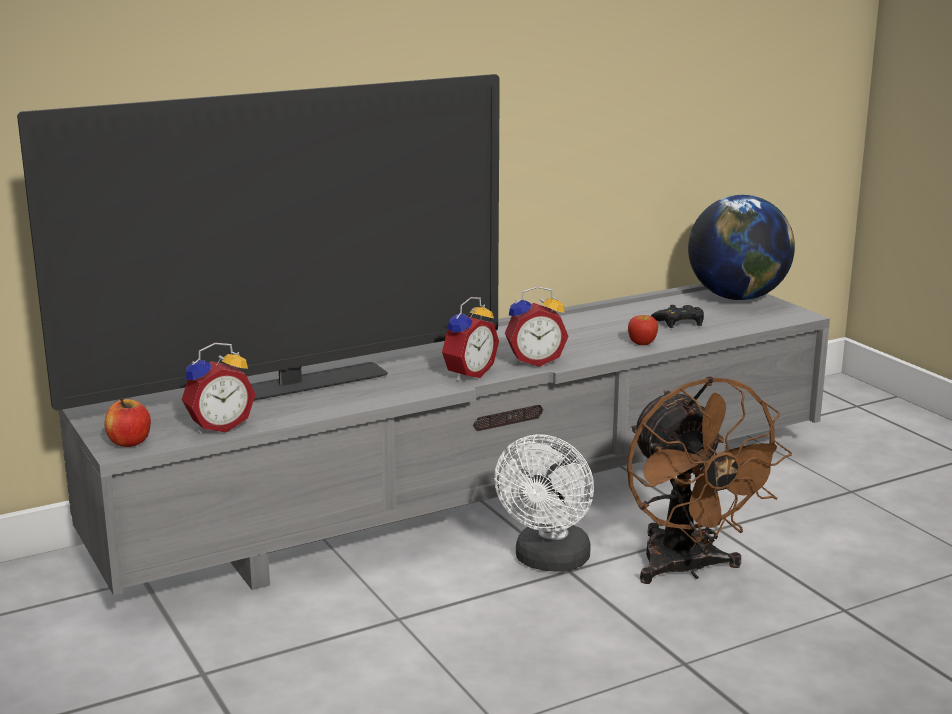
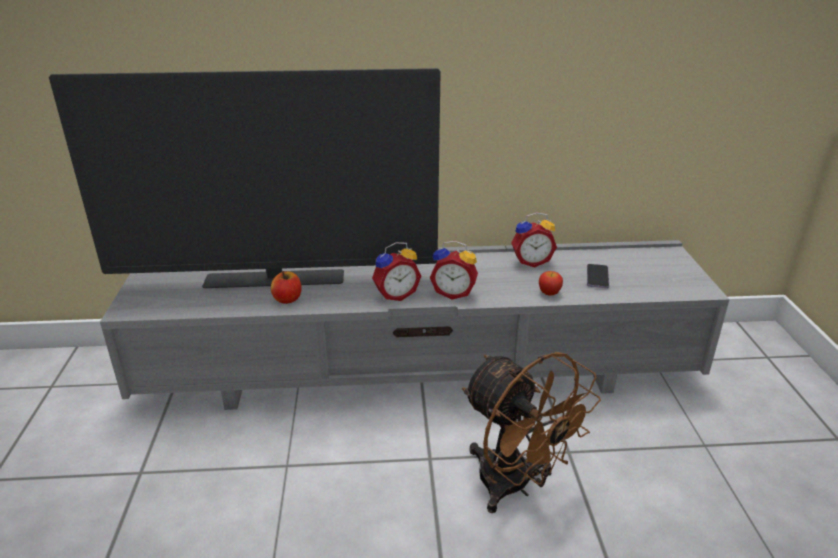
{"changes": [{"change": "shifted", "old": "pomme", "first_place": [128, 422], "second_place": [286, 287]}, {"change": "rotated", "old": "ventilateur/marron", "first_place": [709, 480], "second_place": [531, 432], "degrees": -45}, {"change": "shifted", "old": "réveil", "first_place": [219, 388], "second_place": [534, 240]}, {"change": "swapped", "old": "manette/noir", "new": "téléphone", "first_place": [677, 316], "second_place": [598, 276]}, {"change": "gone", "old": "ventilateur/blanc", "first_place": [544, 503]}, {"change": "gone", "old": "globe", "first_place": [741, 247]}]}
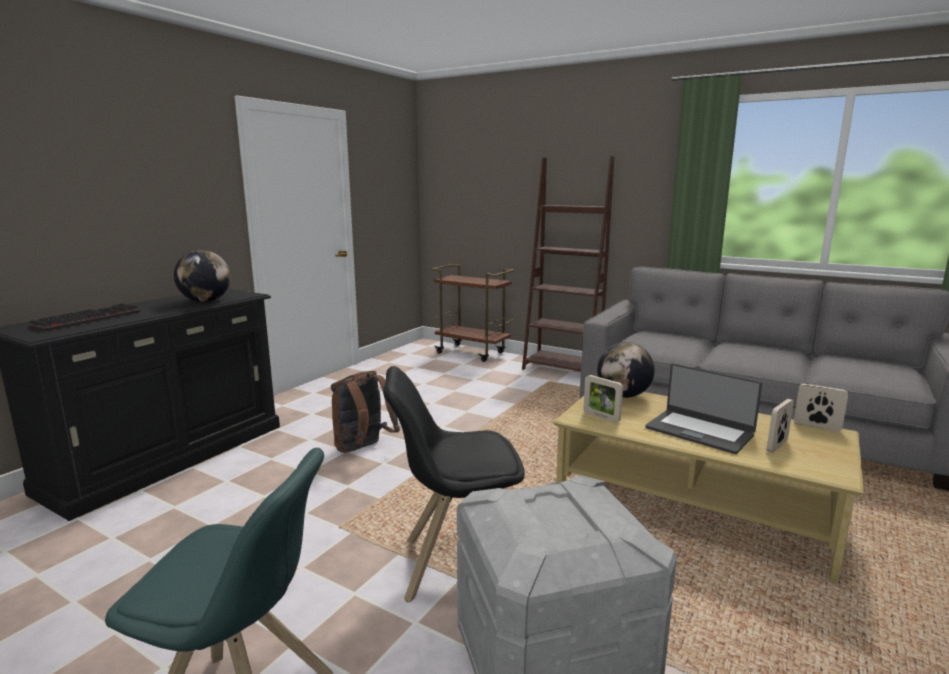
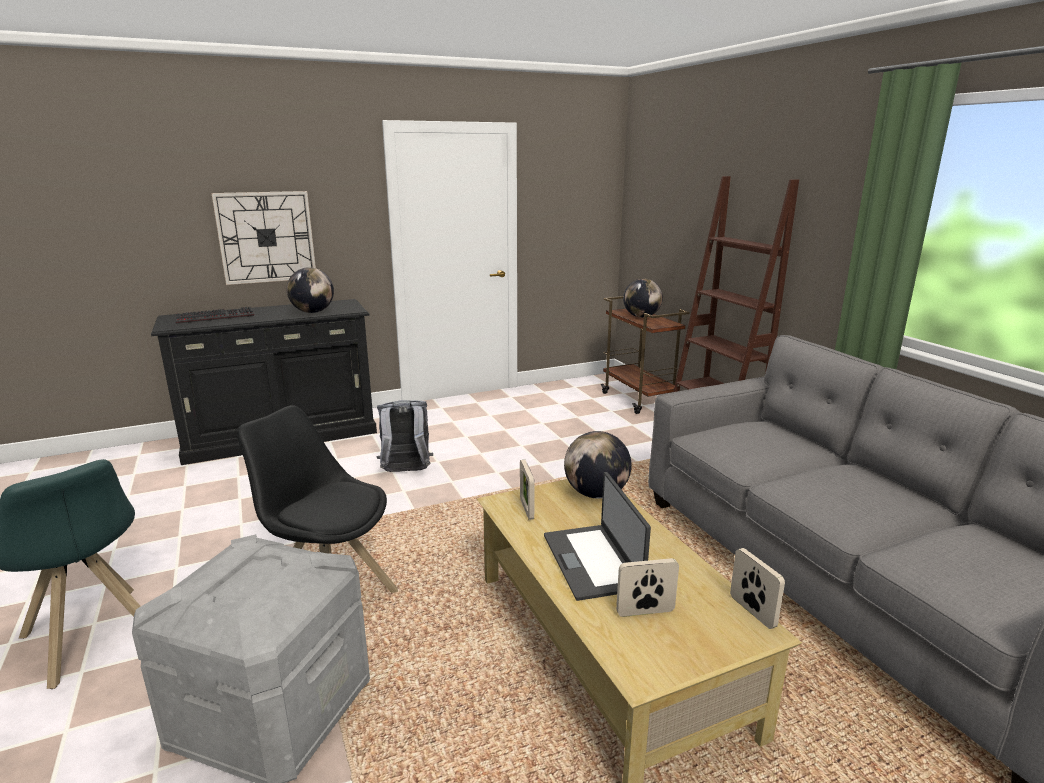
{"changes": [{"change": "new", "new": "horloge murale", "second_place": [264, 238]}, {"change": "repainted", "old": "sac à dos/marron", "new": "sac à dos/gris", "first_place": [365, 412], "second_place": [404, 436]}, {"change": "new", "new": "globe", "second_place": [643, 298]}]}
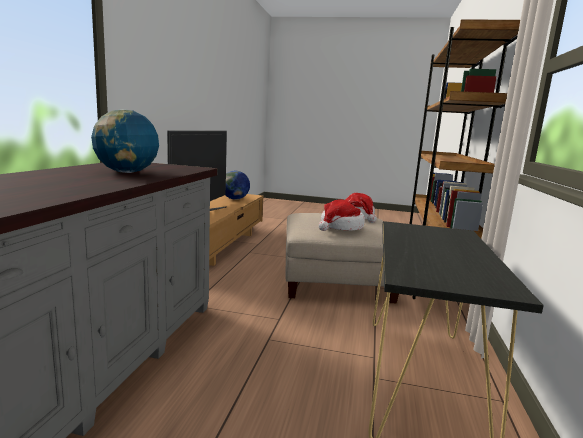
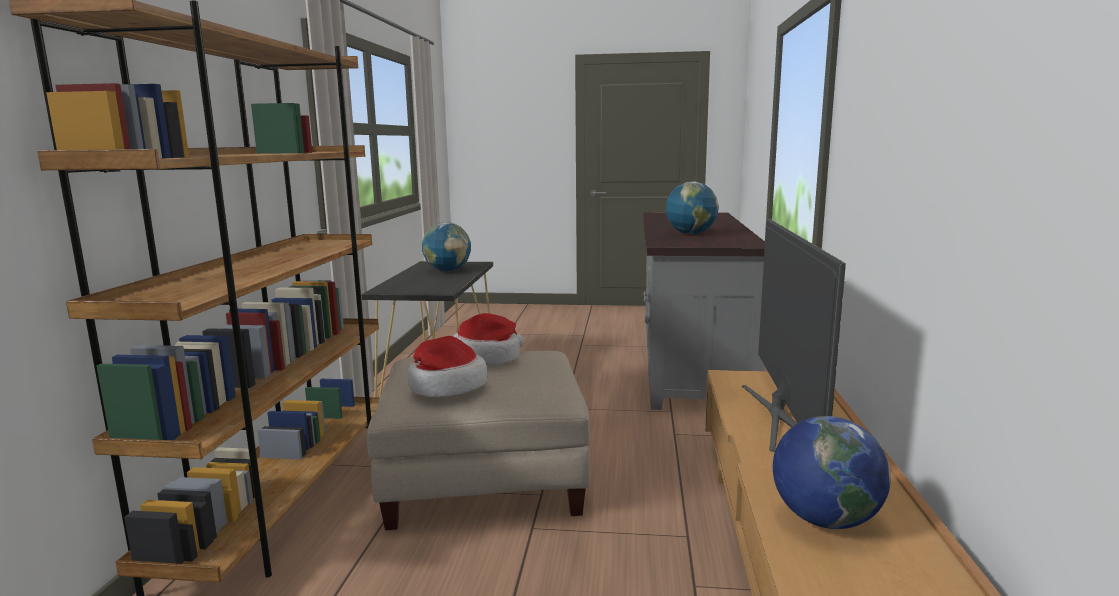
{"changes": [{"change": "new", "new": "globe", "second_place": [446, 246]}]}
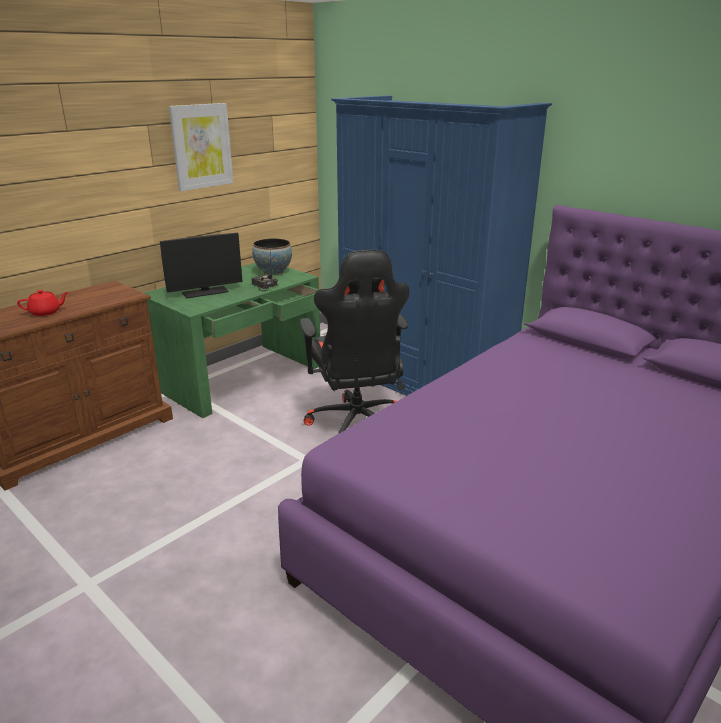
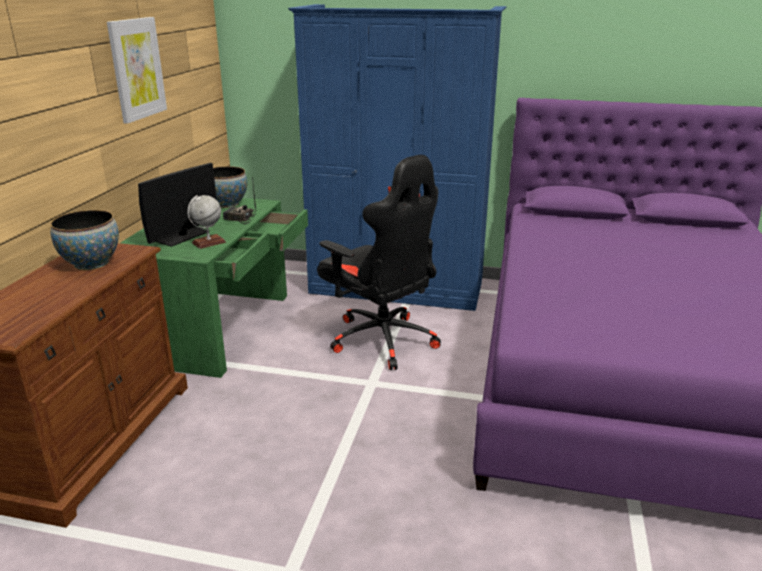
{"changes": [{"change": "new", "new": "bol", "second_place": [84, 240]}, {"change": "new", "new": "globe", "second_place": [206, 222]}, {"change": "gone", "old": "théière/rouge", "first_place": [43, 303]}]}
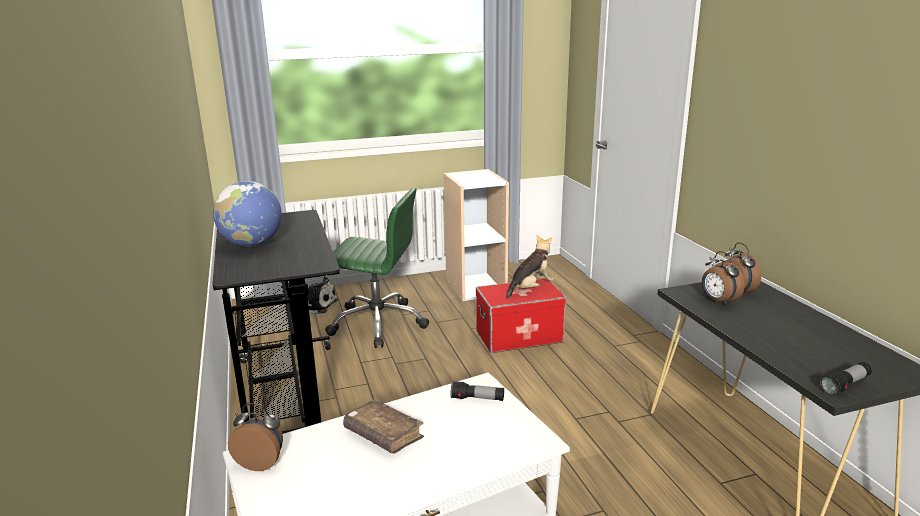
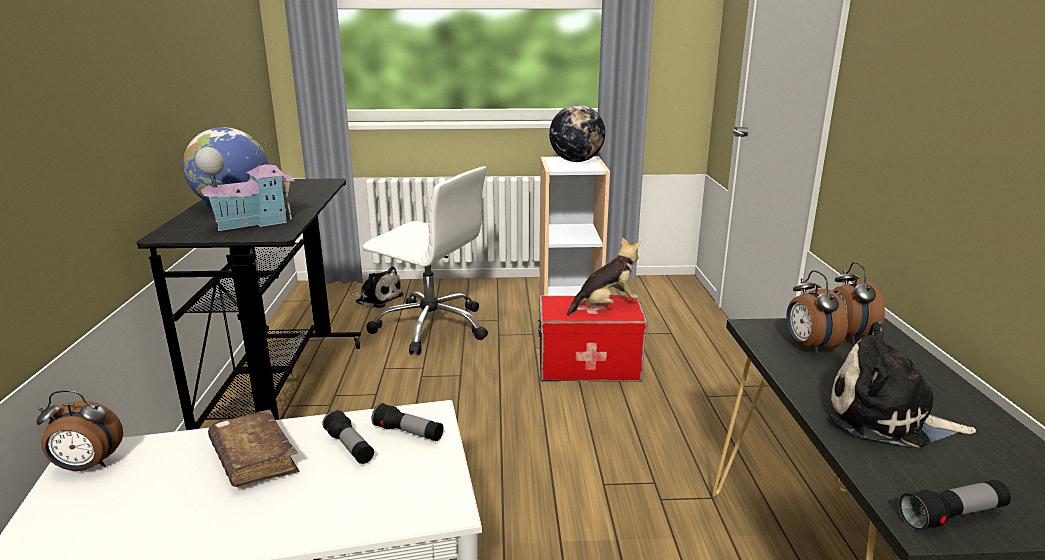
{"changes": [{"change": "rotated", "old": "réveil", "first_place": [255, 437], "second_place": [79, 430], "degrees": 150}, {"change": "new", "new": "maison miniature", "second_place": [245, 184]}, {"change": "new", "new": "lampe de poche", "second_place": [348, 437]}, {"change": "repainted", "old": "chaise de bureau/vert", "new": "chaise de bureau/blanc", "first_place": [377, 268], "second_place": [425, 260]}, {"change": "new", "new": "globe", "second_place": [577, 133]}, {"change": "new", "new": "peluche", "second_place": [903, 385]}]}
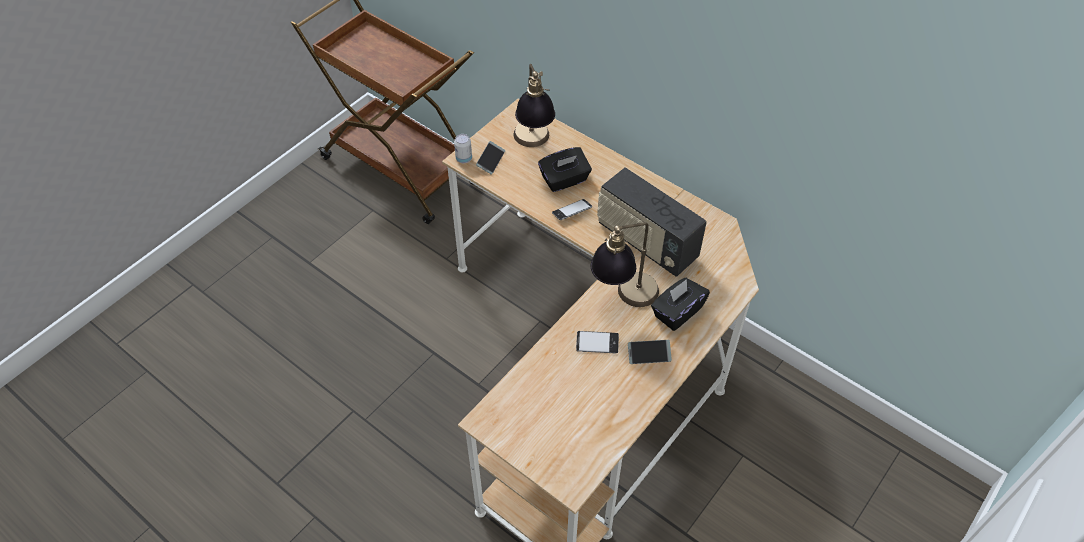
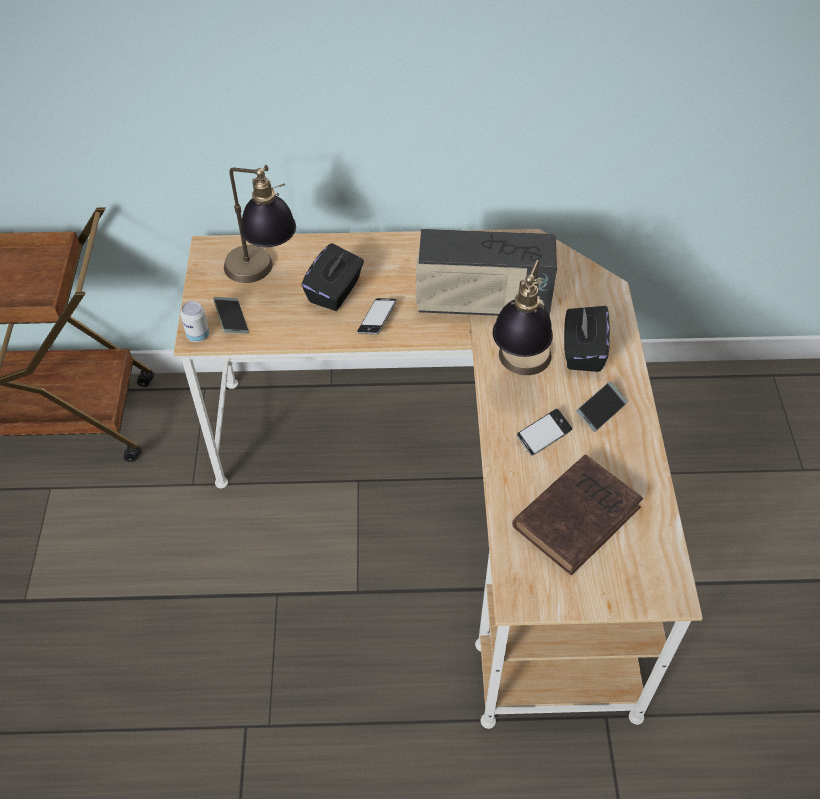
{"changes": [{"change": "new", "new": "livre/marron", "second_place": [577, 515]}]}
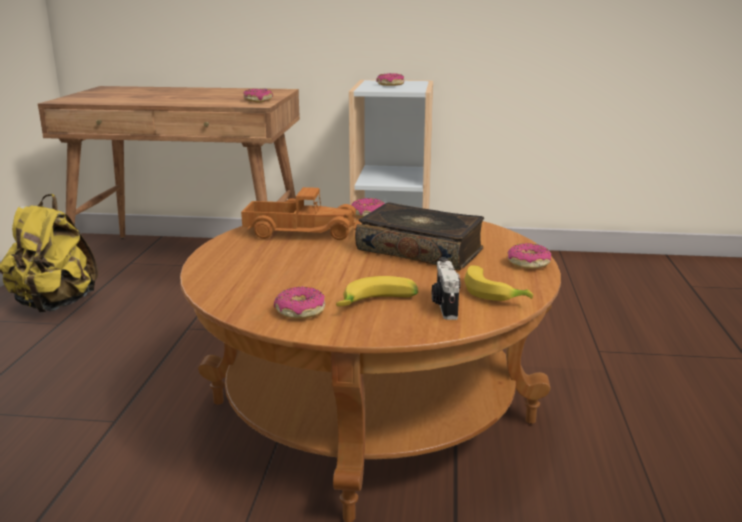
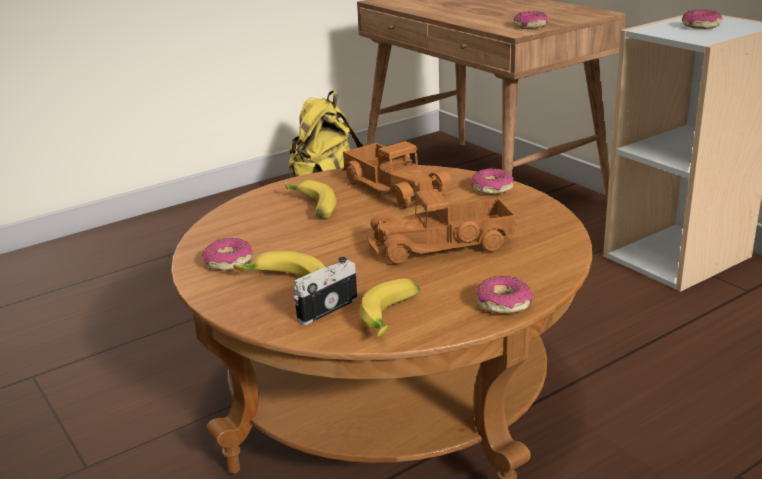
{"changes": [{"change": "new", "new": "banane", "second_place": [311, 199]}, {"change": "swapped", "old": "livre", "new": "camion jouet", "first_place": [419, 236], "second_place": [442, 226]}]}
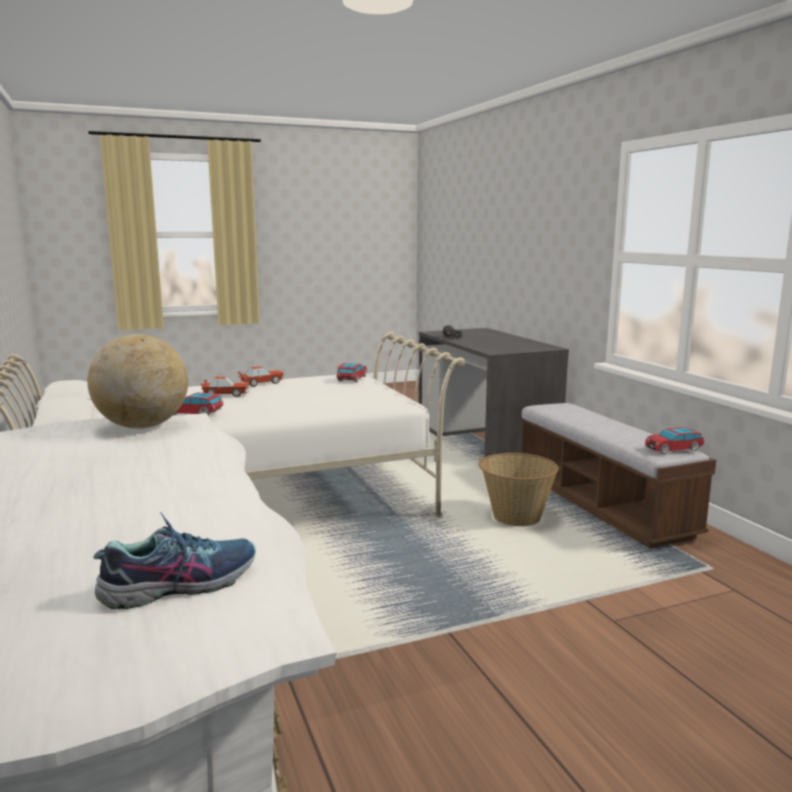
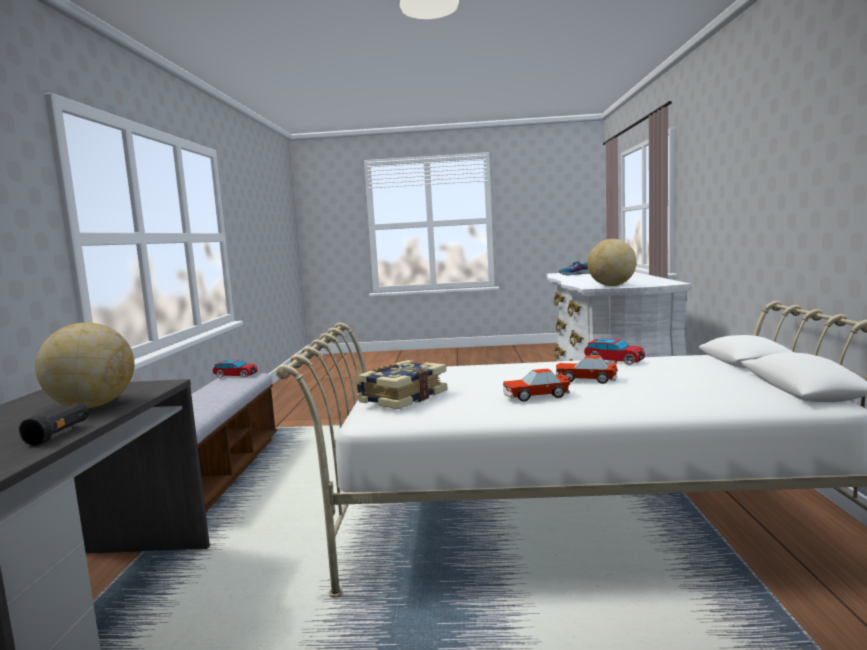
{"changes": [{"change": "new", "new": "globe", "second_place": [85, 365]}, {"change": "swapped", "old": "petite voiture", "new": "livre", "first_place": [352, 372], "second_place": [401, 384]}, {"change": "gone", "old": "panier", "first_place": [518, 489]}]}
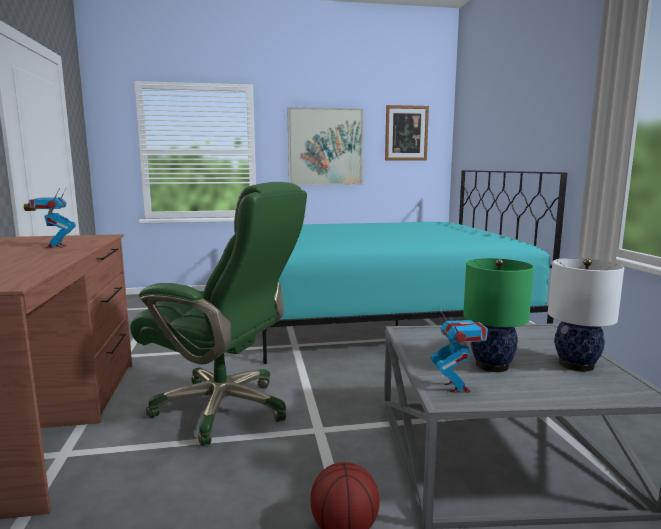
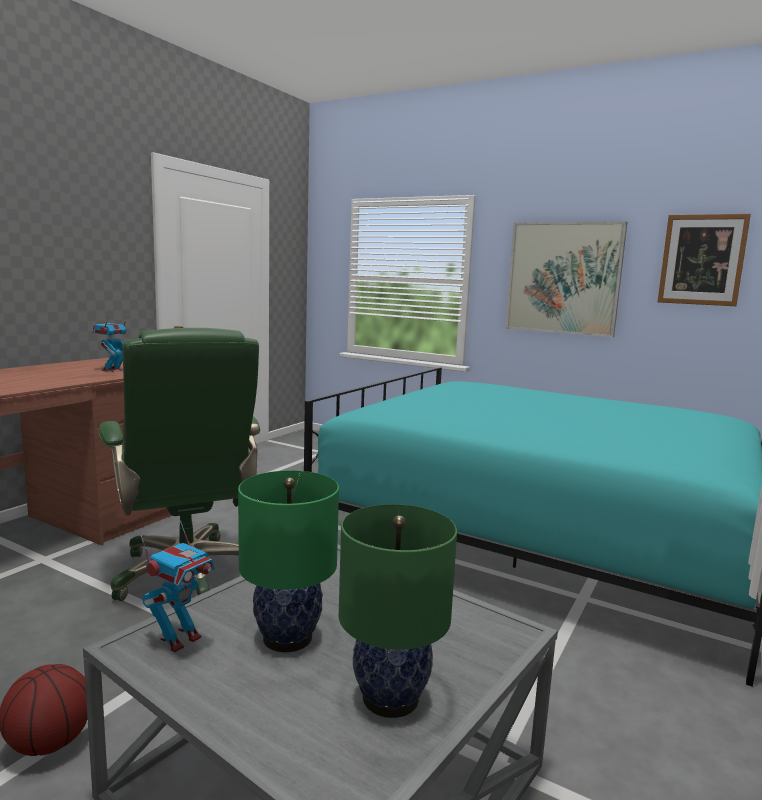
{"changes": [{"change": "repainted", "old": "lampe de table/blanc", "new": "lampe de table/vert", "first_place": [586, 314], "second_place": [398, 611]}]}
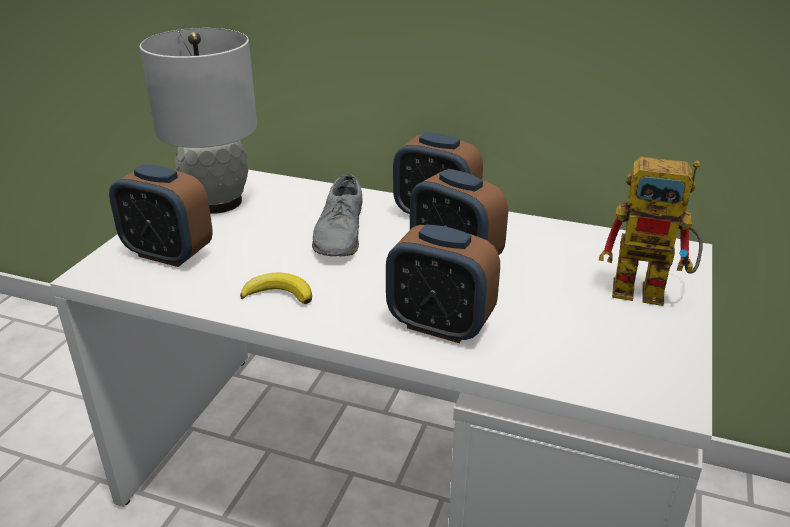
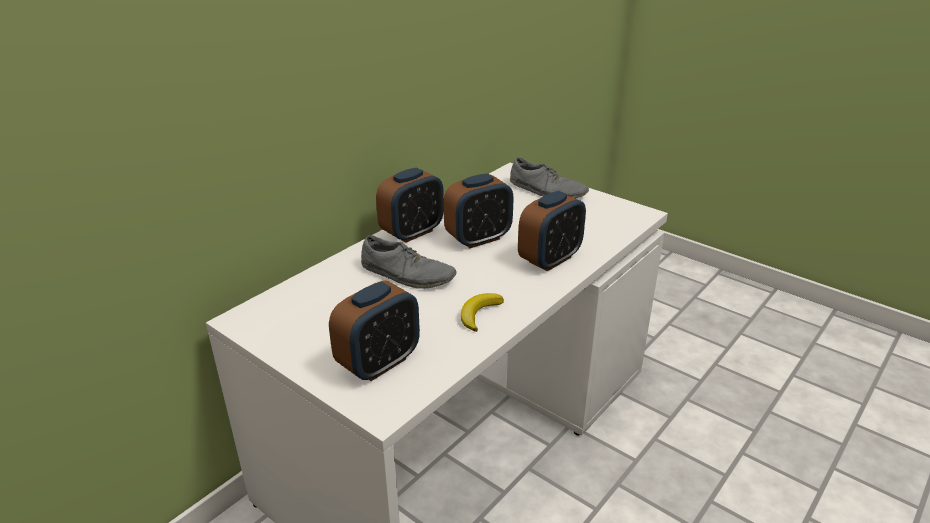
{"changes": [{"change": "swapped", "old": "robot jouet", "new": "chaussure/gris", "first_place": [651, 231], "second_place": [549, 178]}, {"change": "gone", "old": "lampe de table/blanc", "first_place": [198, 121]}]}
